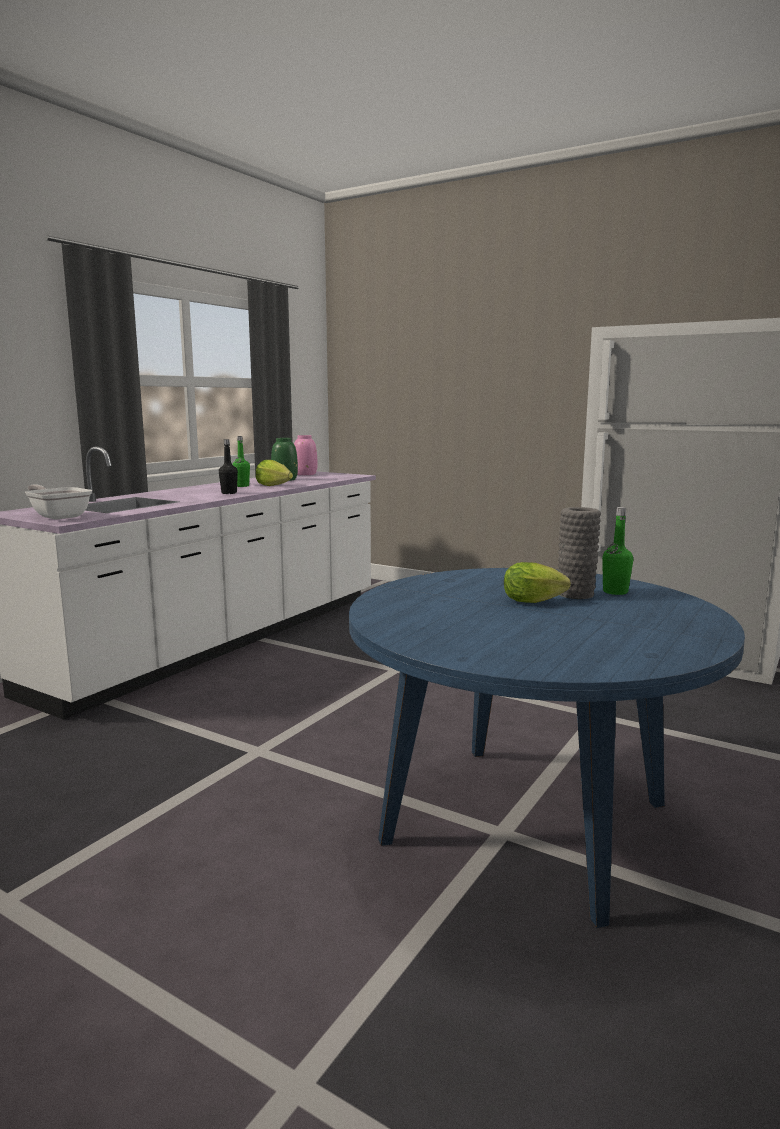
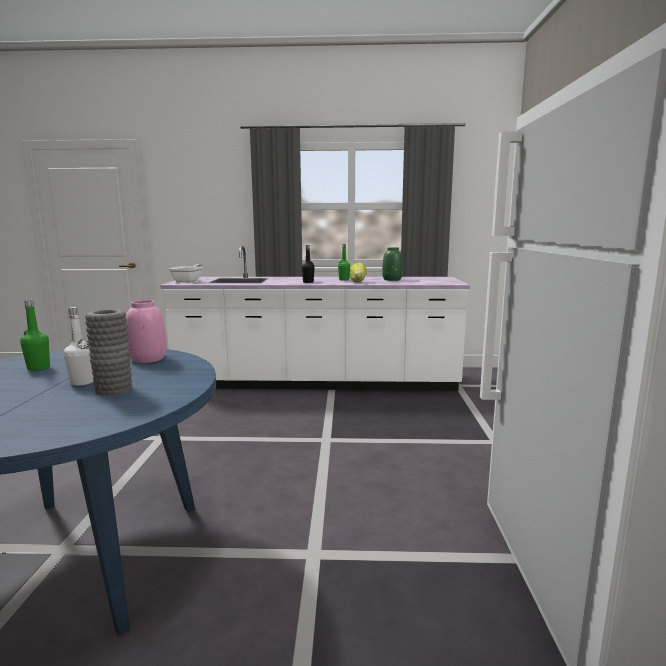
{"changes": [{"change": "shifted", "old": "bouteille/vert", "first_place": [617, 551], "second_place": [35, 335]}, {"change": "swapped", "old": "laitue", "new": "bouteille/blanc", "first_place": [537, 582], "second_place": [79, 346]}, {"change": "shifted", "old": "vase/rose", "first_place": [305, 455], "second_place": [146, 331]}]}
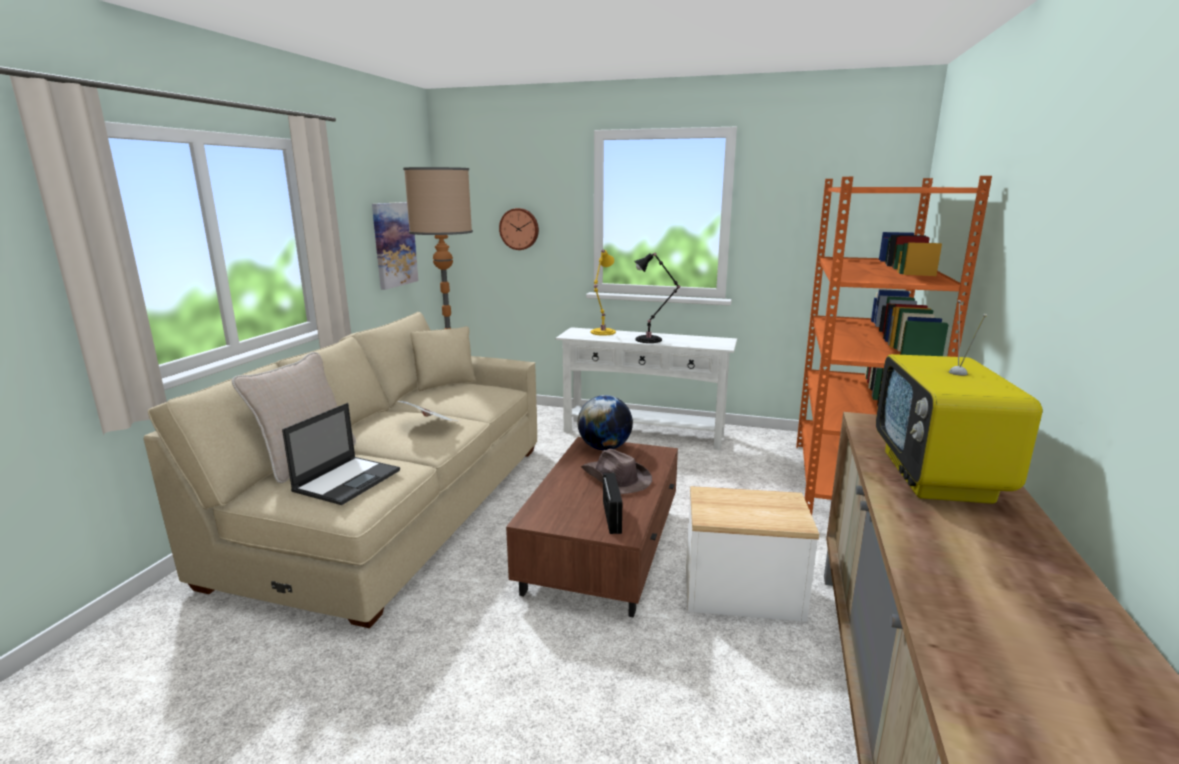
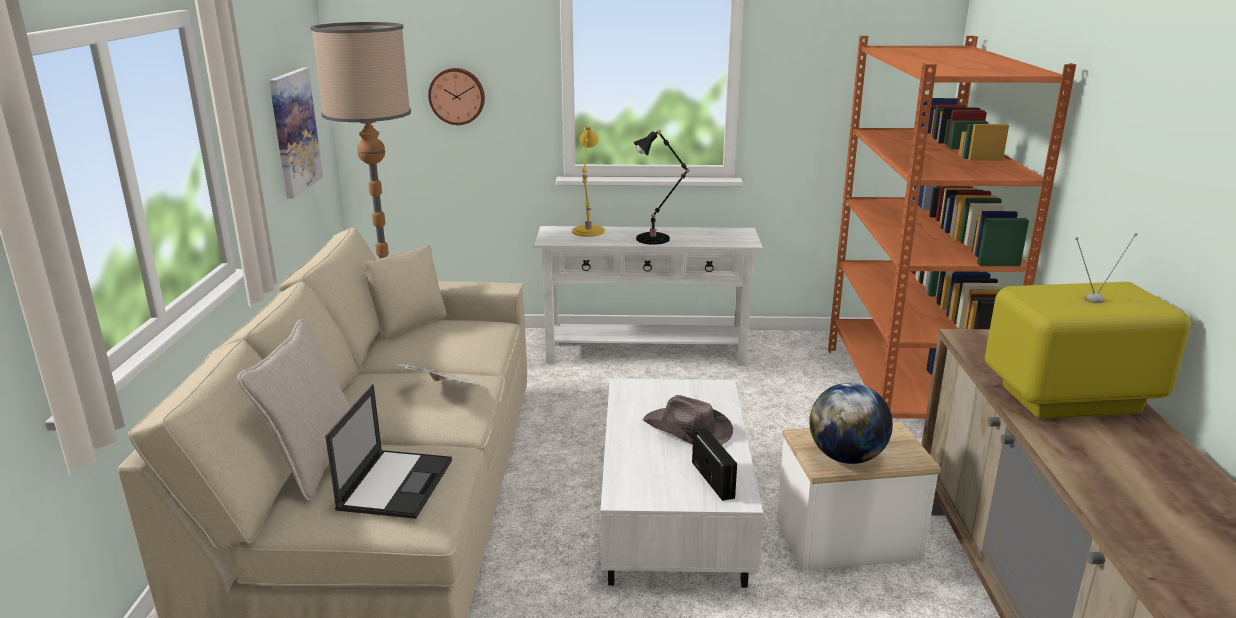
{"changes": [{"change": "repainted", "old": "table basse/marron", "new": "table basse/blanc", "first_place": [592, 527], "second_place": [681, 483]}, {"change": "shifted", "old": "globe", "first_place": [605, 422], "second_place": [851, 423]}, {"change": "rotated", "old": "téléviseur", "first_place": [959, 402], "second_place": [1088, 326], "degrees": 90}]}
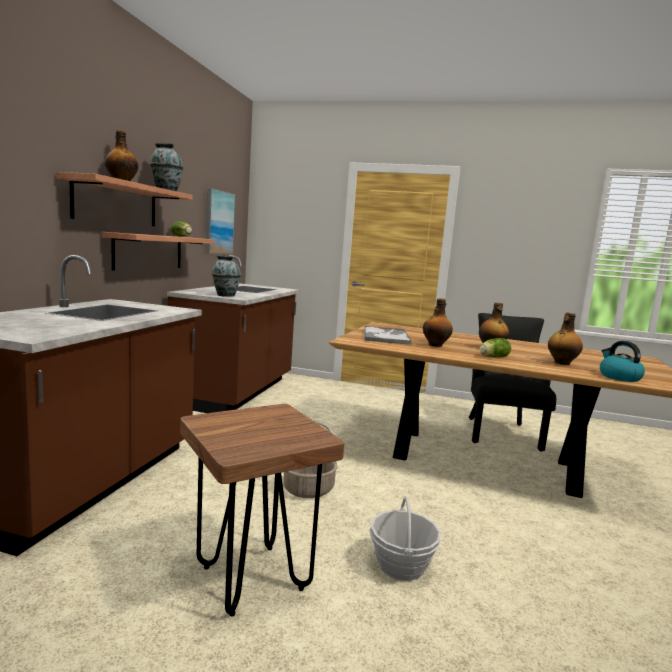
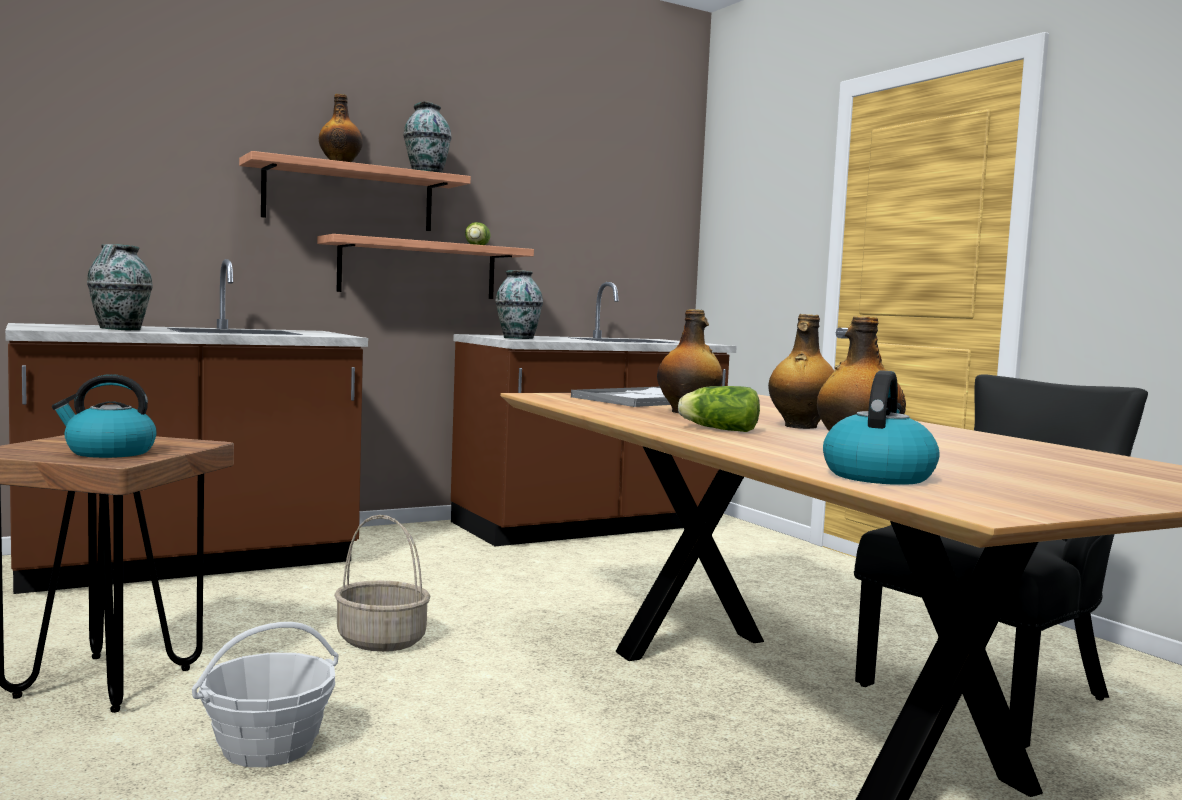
{"changes": [{"change": "new", "new": "bouilloire", "second_place": [104, 416]}, {"change": "new", "new": "vase", "second_place": [120, 287]}, {"change": "gone", "old": "tableau", "first_place": [220, 221]}]}
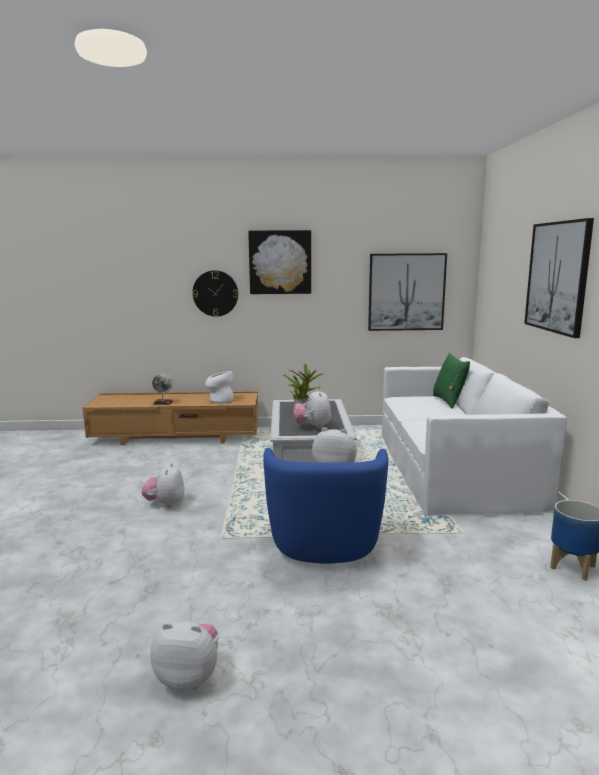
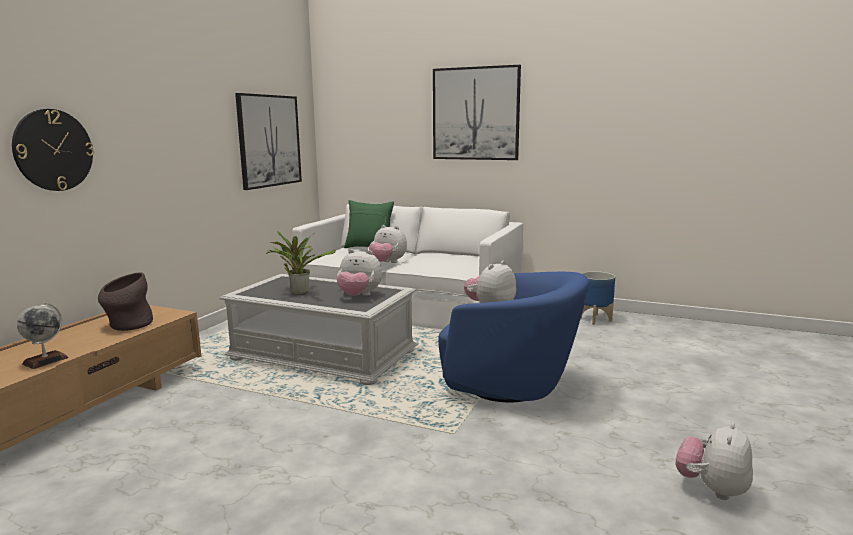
{"changes": [{"change": "repainted", "old": "vase/blanc", "new": "vase/marron", "first_place": [219, 387], "second_place": [125, 301]}, {"change": "shifted", "old": "peluche", "first_place": [163, 485], "second_place": [388, 244]}, {"change": "gone", "old": "tableau", "first_place": [279, 262]}]}
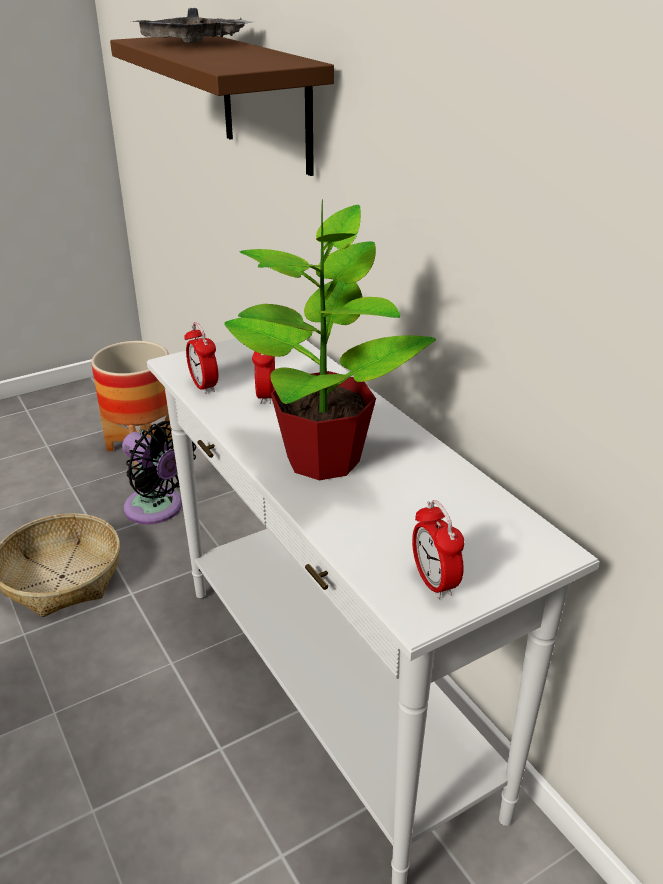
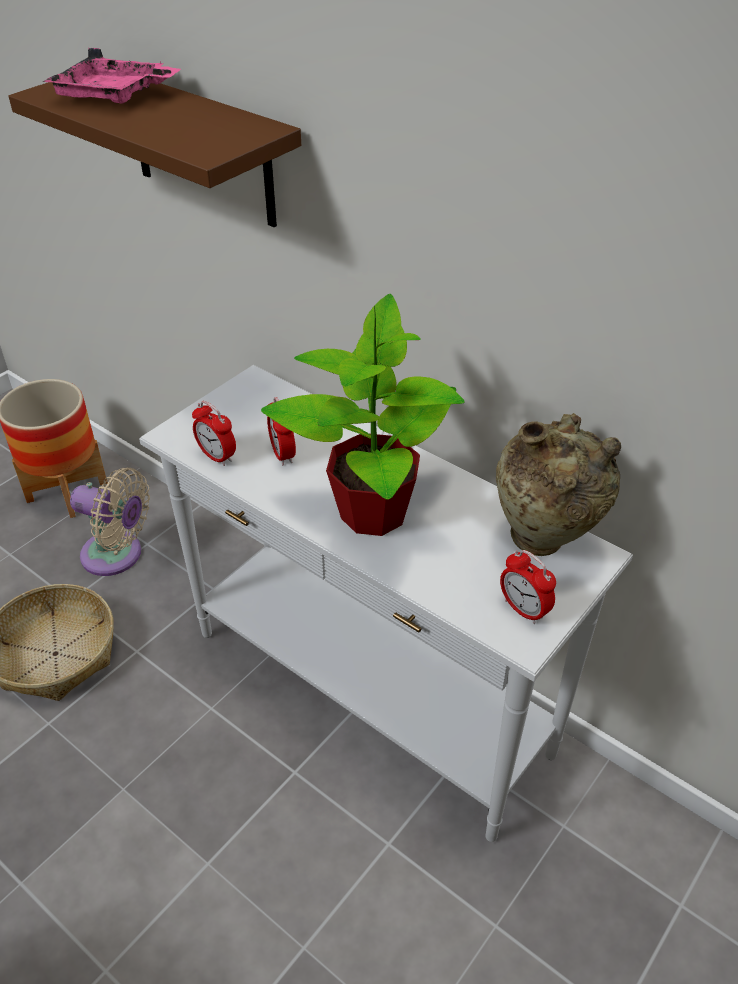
{"changes": [{"change": "repainted", "old": "plateau/gris", "new": "plateau/rose", "first_place": [191, 25], "second_place": [111, 76]}, {"change": "repainted", "old": "ventilateur/noir", "new": "ventilateur/beige", "first_place": [159, 473], "second_place": [110, 522]}, {"change": "new", "new": "vase/beige", "second_place": [558, 484]}]}
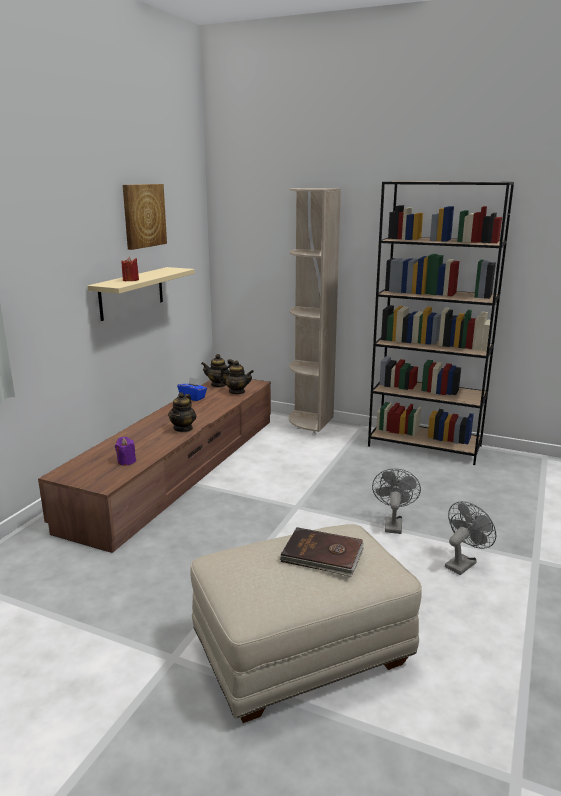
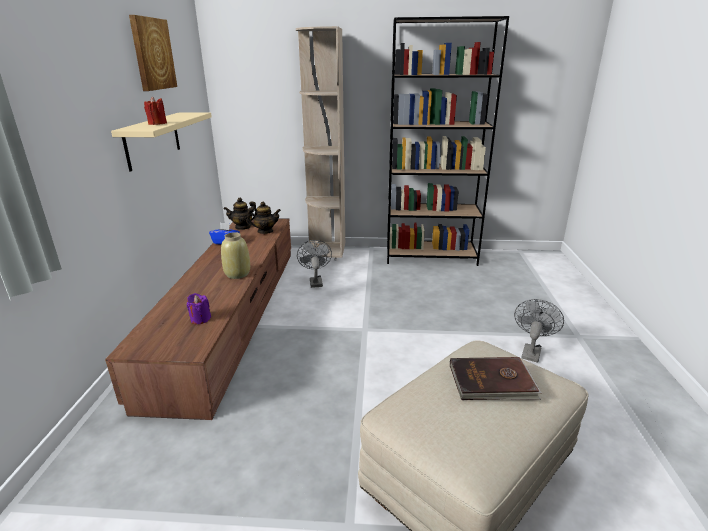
{"changes": [{"change": "swapped", "old": "théière", "new": "vase/beige", "first_place": [182, 412], "second_place": [235, 255]}, {"change": "shifted", "old": "ventilateur/gris", "first_place": [396, 501], "second_place": [314, 264]}]}
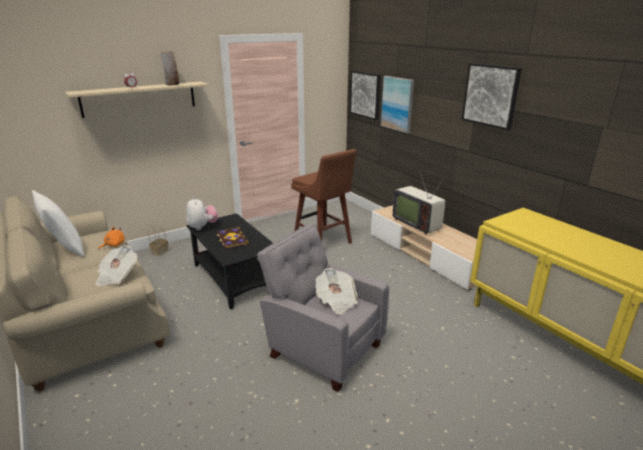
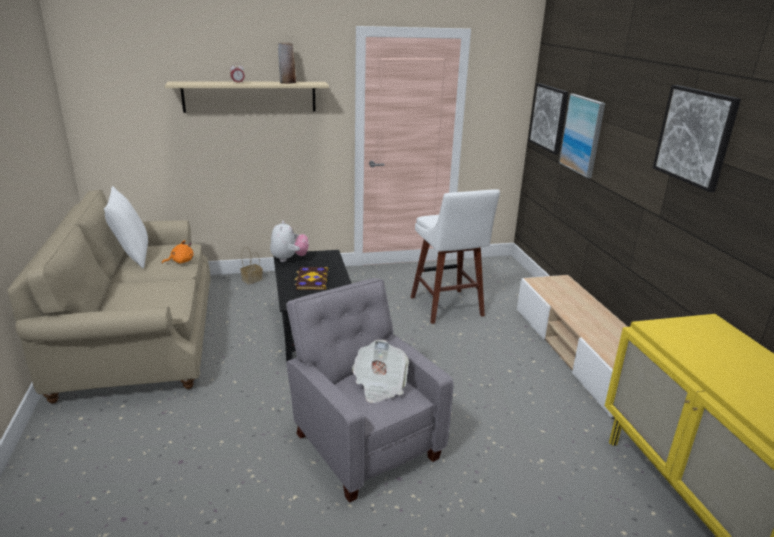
{"changes": [{"change": "repainted", "old": "tabouret/marron", "new": "tabouret/blanc", "first_place": [323, 196], "second_place": [455, 256]}, {"change": "gone", "old": "journal", "first_place": [116, 265]}, {"change": "gone", "old": "téléviseur", "first_place": [419, 203]}]}
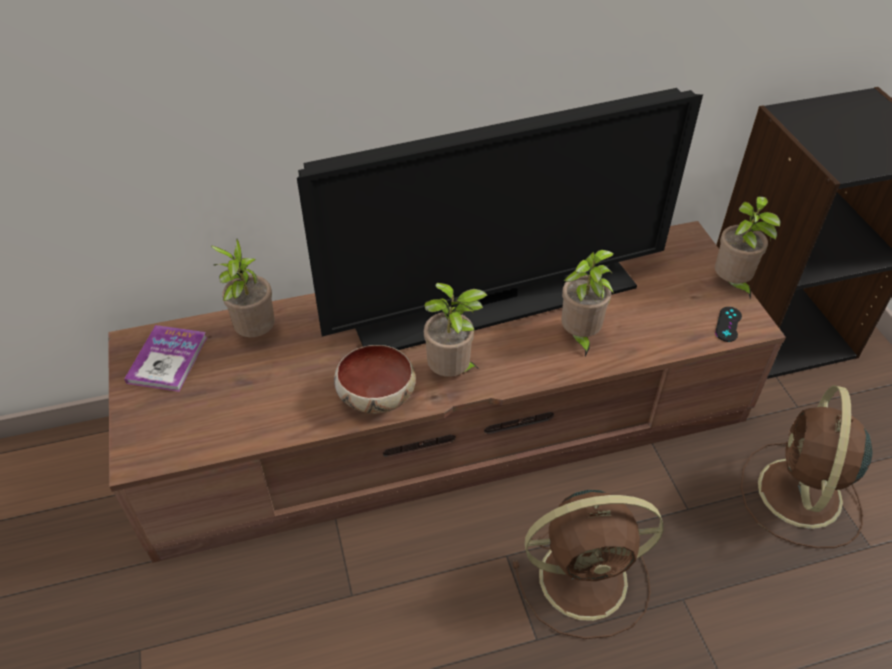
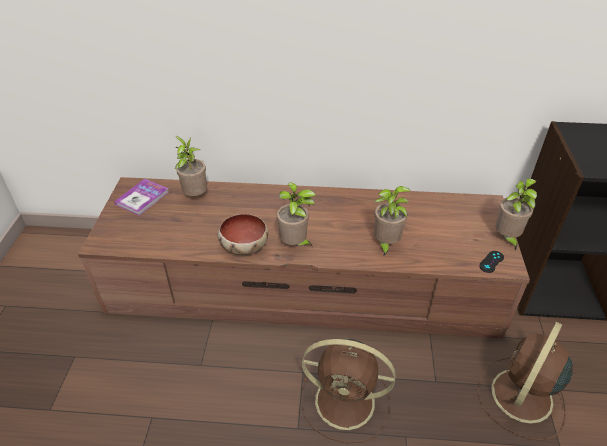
{"changes": [{"change": "gone", "old": "téléviseur", "first_place": [500, 219]}]}
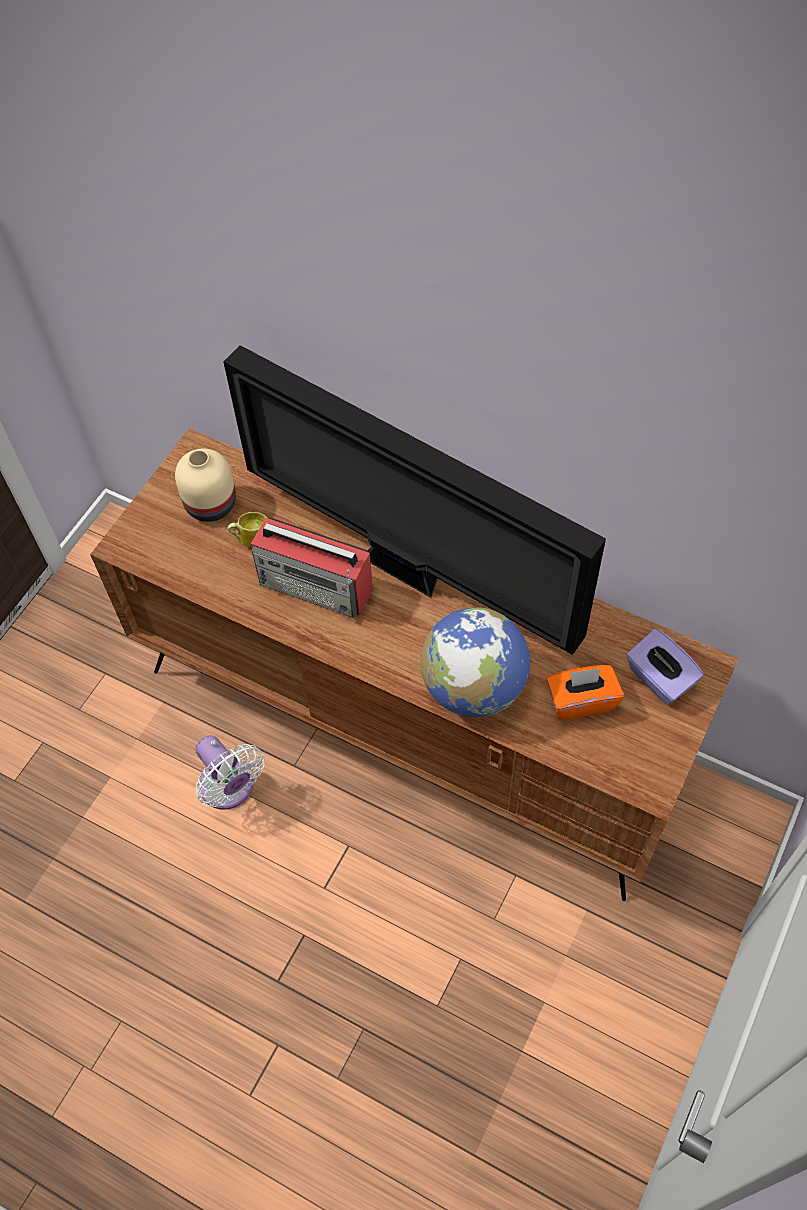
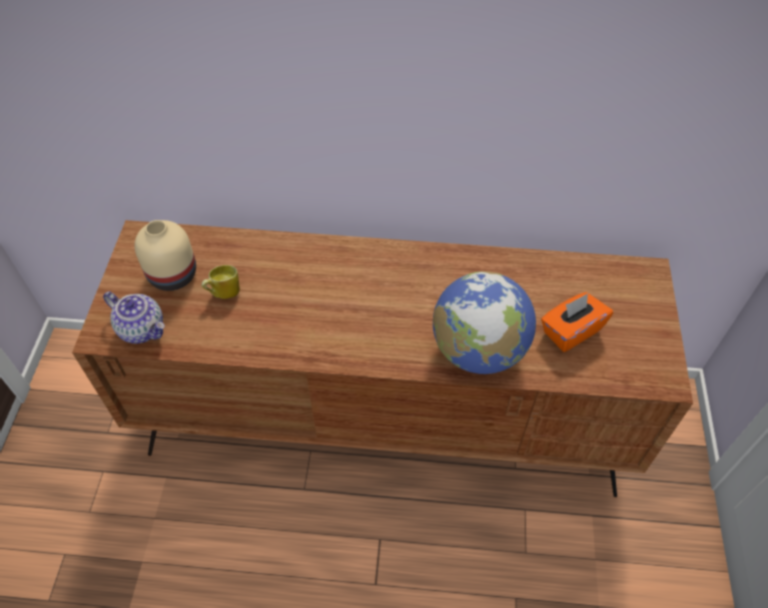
{"changes": [{"change": "new", "new": "théière", "second_place": [134, 318]}, {"change": "gone", "old": "ventilateur/blanc", "first_place": [229, 772]}, {"change": "gone", "old": "téléviseur", "first_place": [414, 500]}, {"change": "gone", "old": "radio", "first_place": [312, 568]}, {"change": "gone", "old": "boîte à mouchoirs/violet", "first_place": [665, 667]}]}
